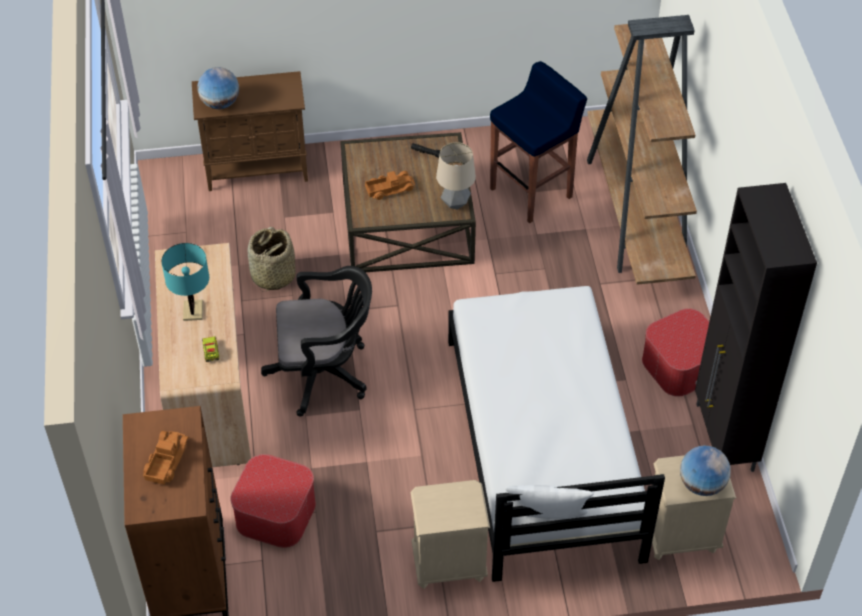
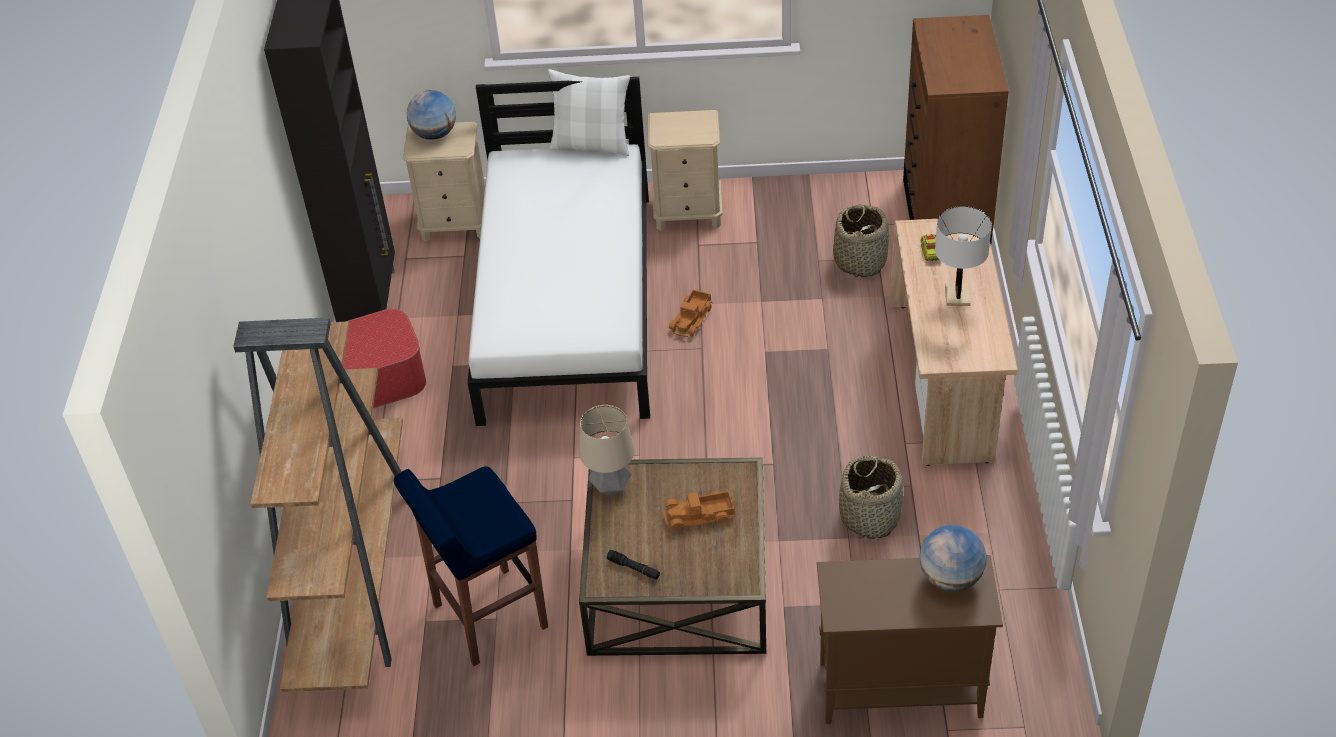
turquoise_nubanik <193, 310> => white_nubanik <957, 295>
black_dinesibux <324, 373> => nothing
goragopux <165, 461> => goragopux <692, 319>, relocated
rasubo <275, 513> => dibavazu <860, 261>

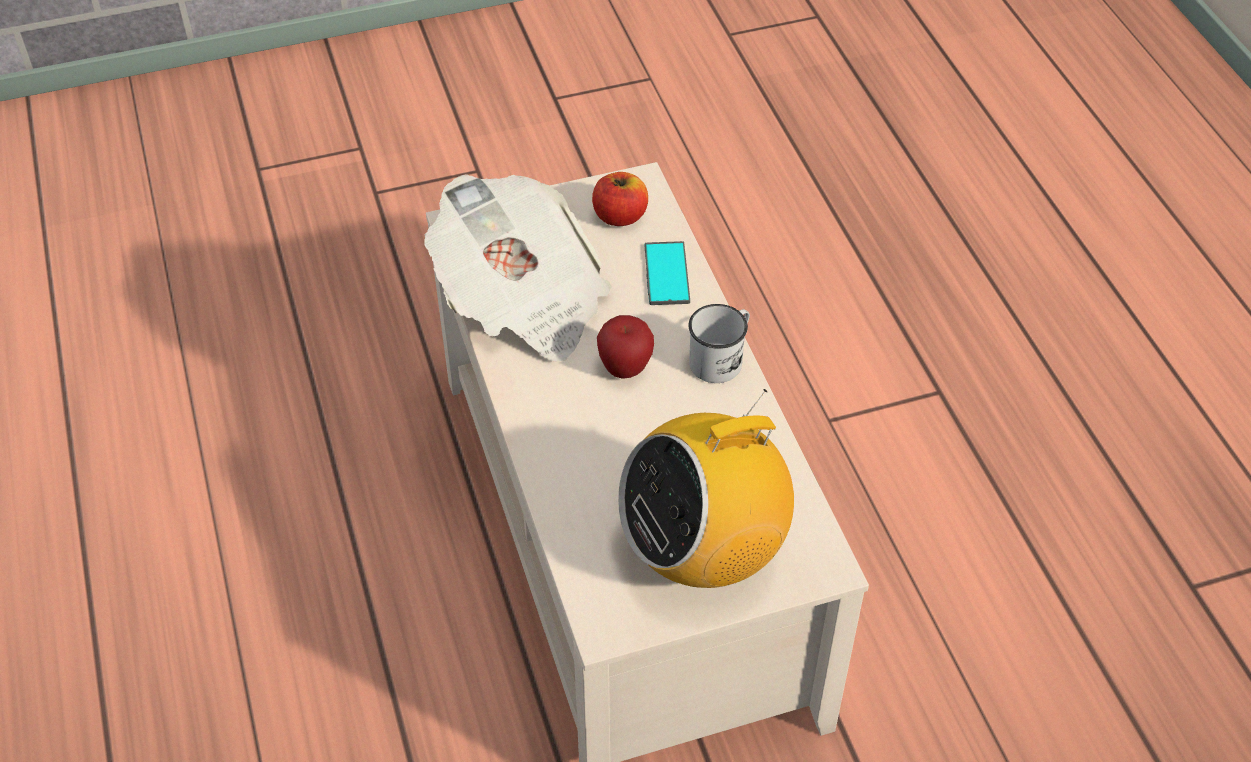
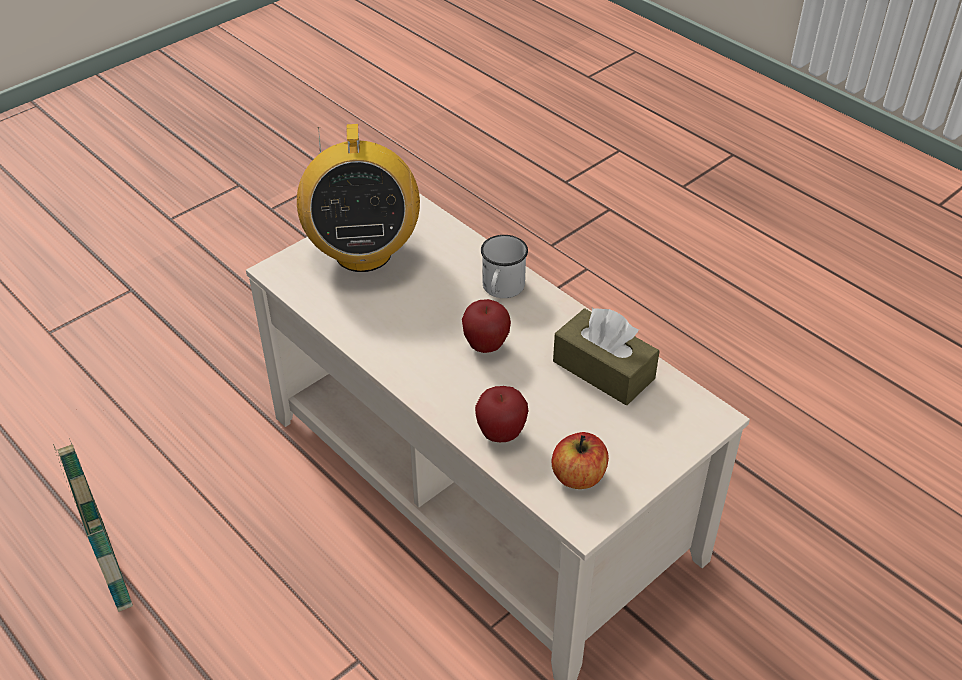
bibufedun <522, 300> => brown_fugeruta <603, 370>
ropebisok <666, 274> => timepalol <501, 434>
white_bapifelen <721, 358> => white_bapifelen <501, 289>, relocated
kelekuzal <704, 552> => kelekuzal <363, 253>, 135 degrees clockwise
nothing => dibavazu <111, 567>

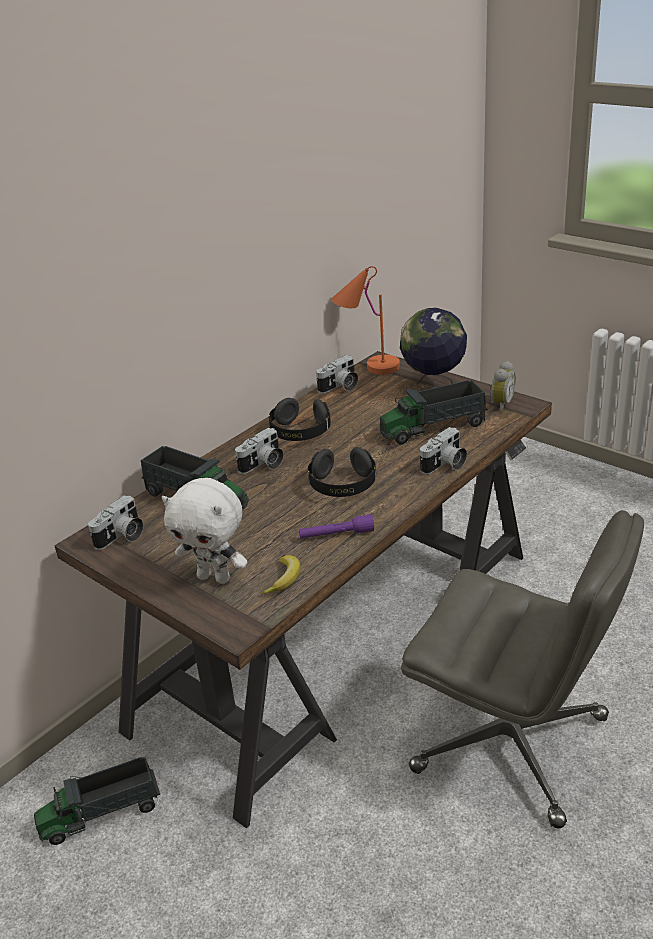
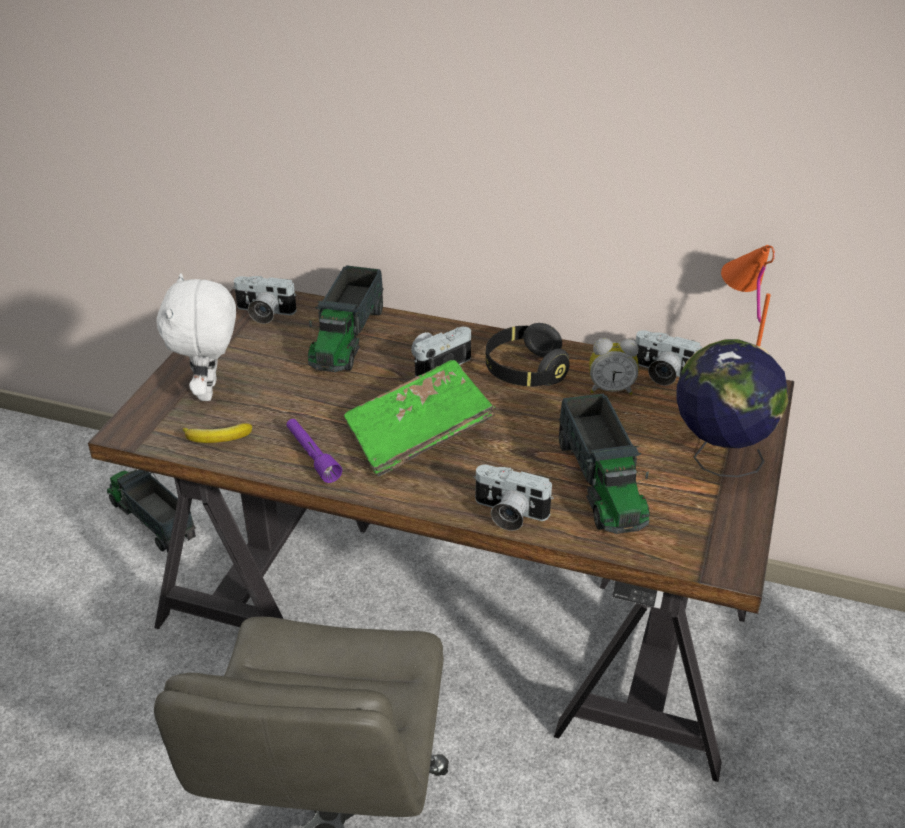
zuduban <500, 404> => zuduban <611, 389>, relocated
goragopux <433, 428> => goragopux <601, 482>, 150 degrees counterclockwise
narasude <263, 464> => narasude <438, 363>, 120 degrees clockwise
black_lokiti <343, 486> => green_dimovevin <418, 435>

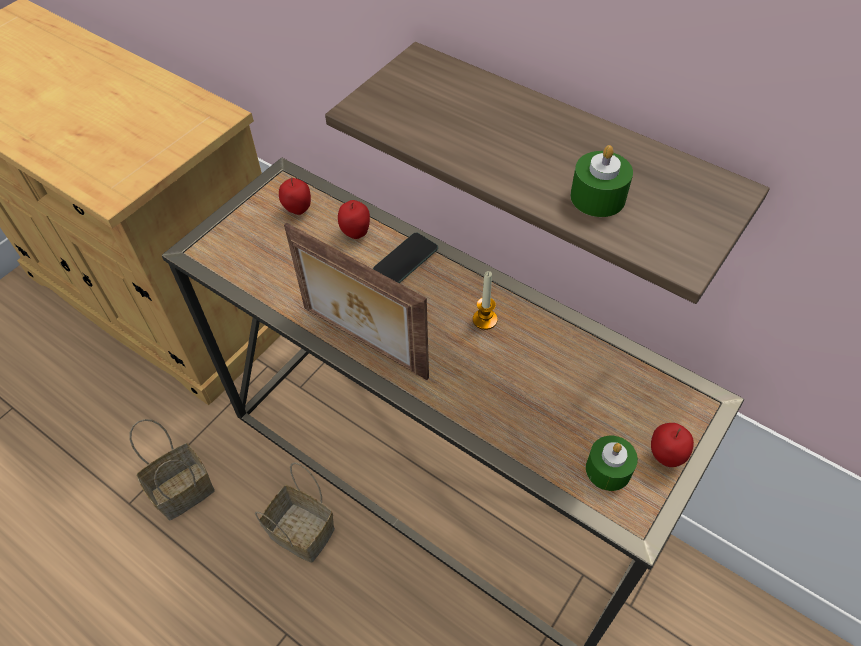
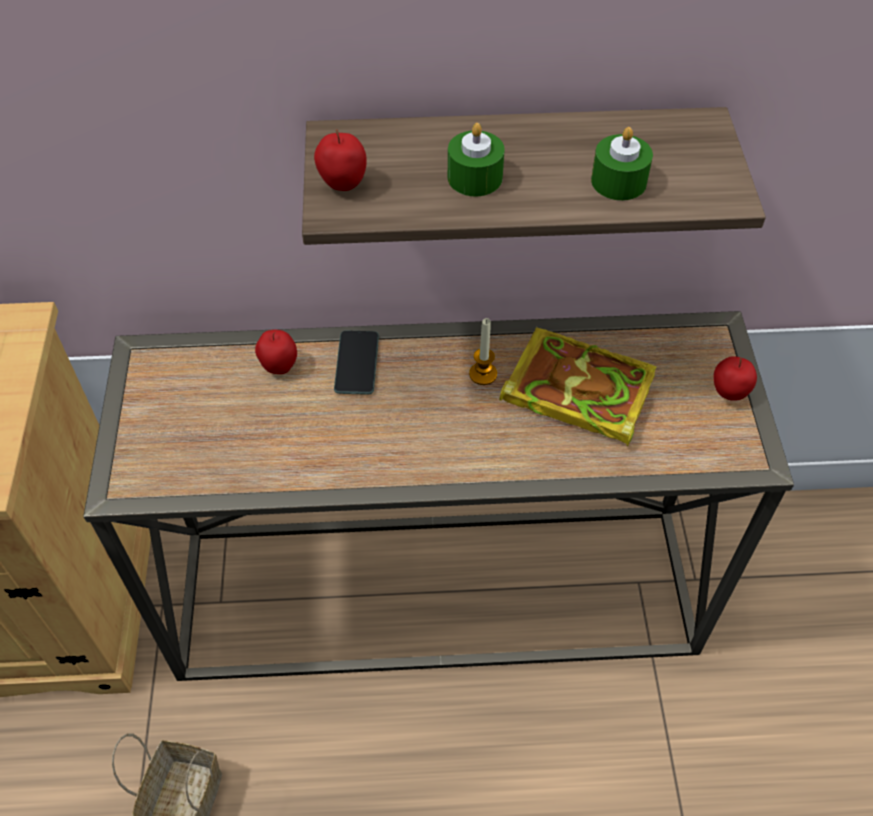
timepalol <298, 210> => timepalol <343, 185>, relocated
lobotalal <362, 344> => nothing
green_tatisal <608, 469> => green_tatisal <475, 177>, relocated
dibavazu <299, 532> => nothing
nothing => dimovevin <574, 390>

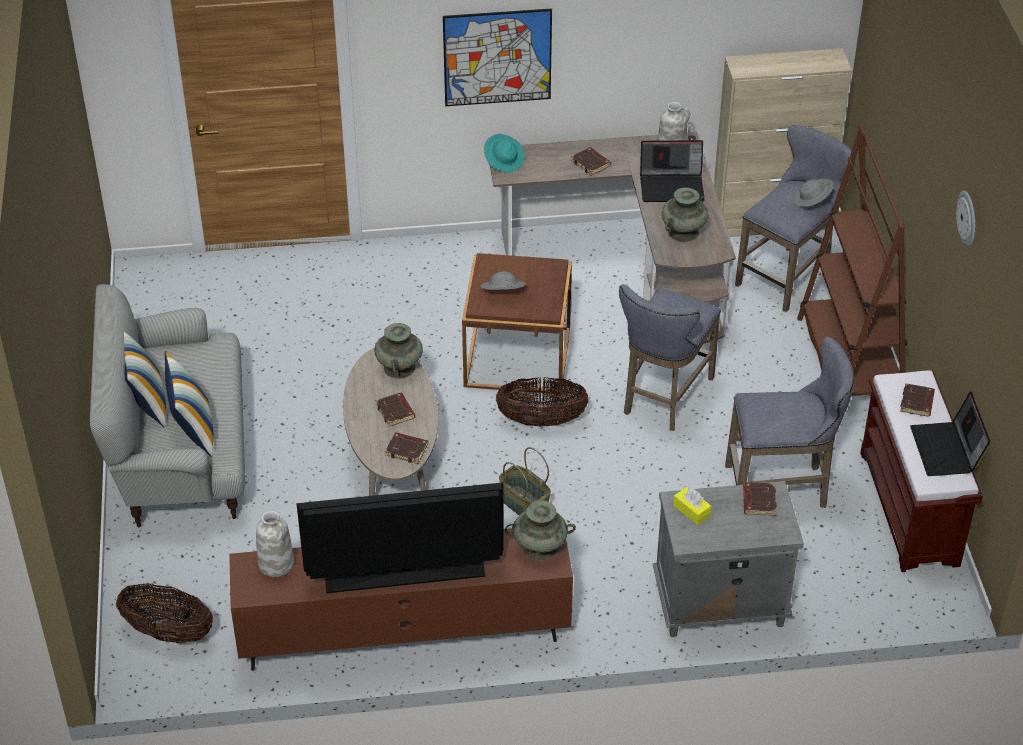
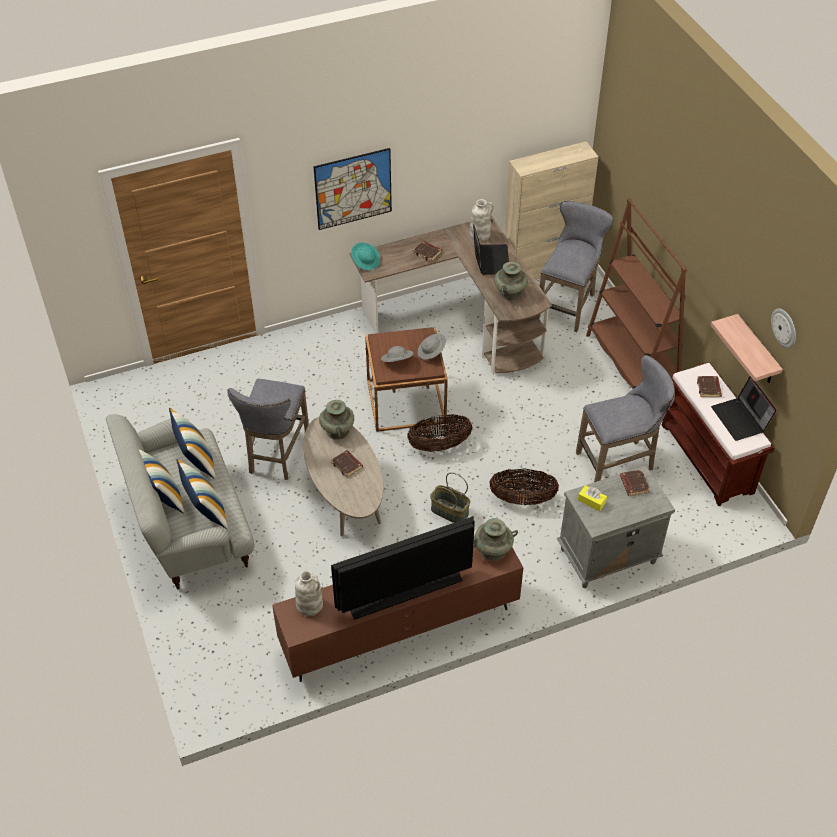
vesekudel <672, 186> => vesekudel <490, 259>, 75 degrees counterclockwise
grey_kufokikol <812, 201> => grey_kufokikol <431, 352>, relocated
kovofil <968, 218> => kovofil <784, 327>, relocated
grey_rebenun <663, 398> => grey_rebenun <276, 455>, relocated
brown_dimovevin <407, 450> => nothing
dibavazu <168, 632> => dibavazu <522, 499>, relocated
nothing => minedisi <756, 351>
nothing => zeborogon <196, 460>

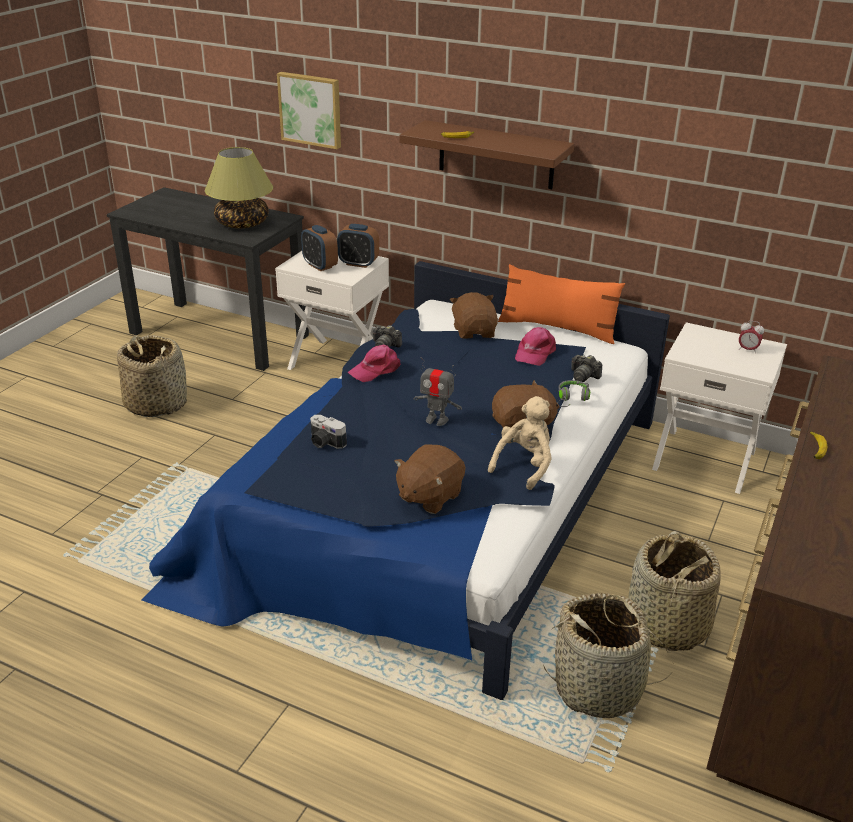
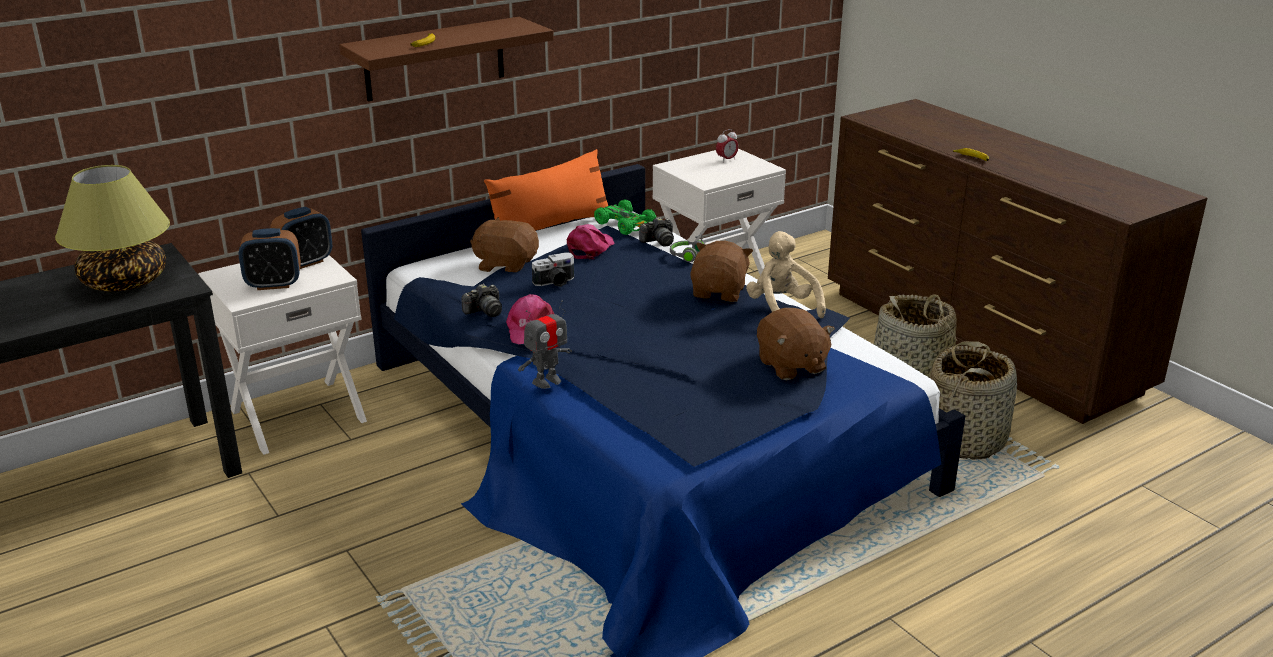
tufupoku <311, 109> => nothing
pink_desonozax <534, 353> => pink_desonozax <590, 248>, 120 degrees counterclockwise
dibavazu <156, 403> => nothing
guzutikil <436, 420> => guzutikil <547, 381>, relocated
narasude <325, 442> => narasude <555, 282>, relocated
nothing => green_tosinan <626, 225>

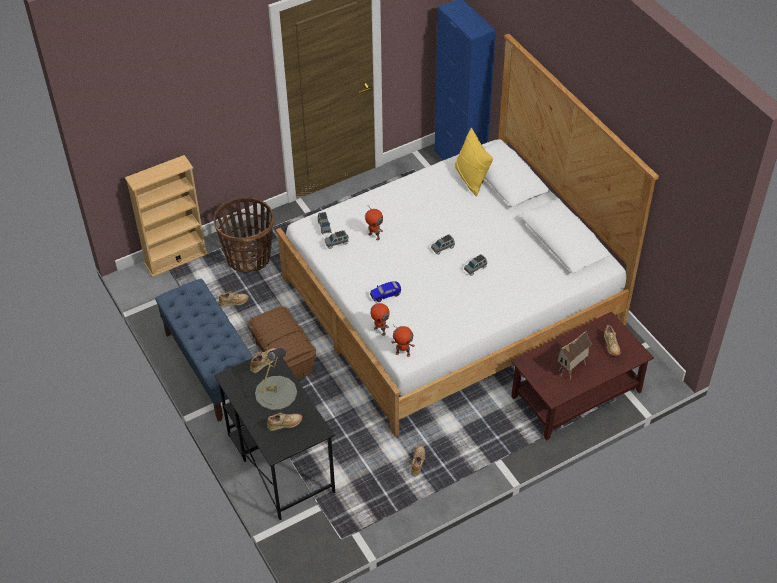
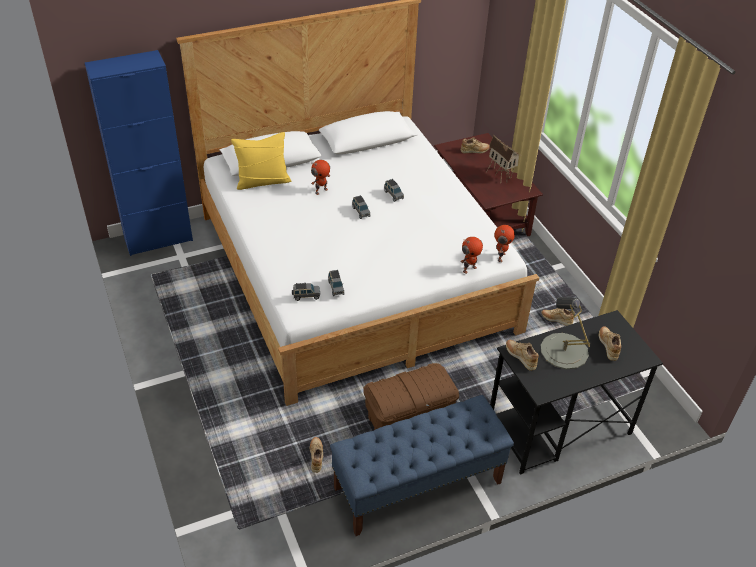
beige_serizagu <176, 259> => nothing
dibavazu <248, 257> => nothing
guzutikil <374, 236> => guzutikil <321, 191>, relocated
tosinan <385, 295> => nothing

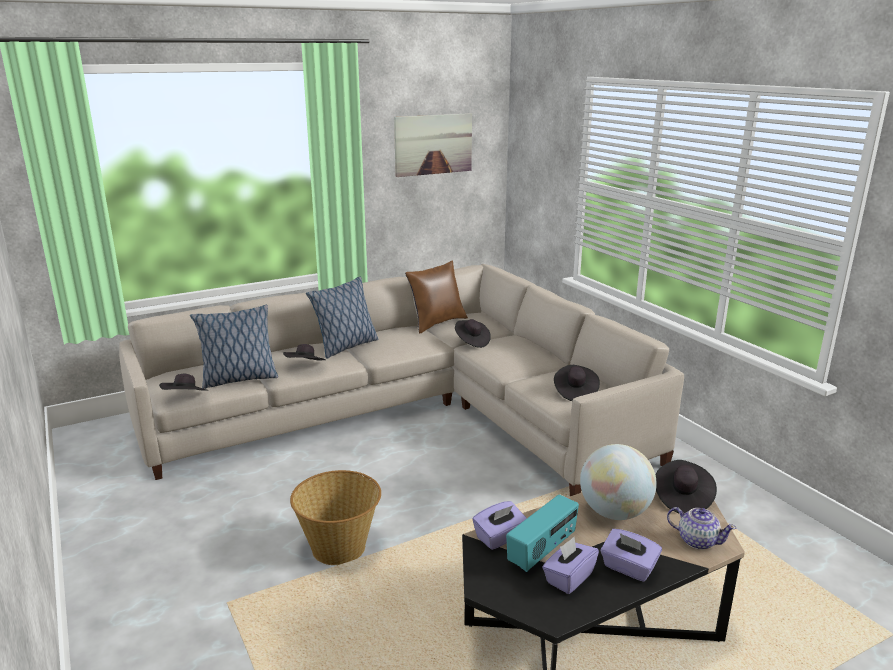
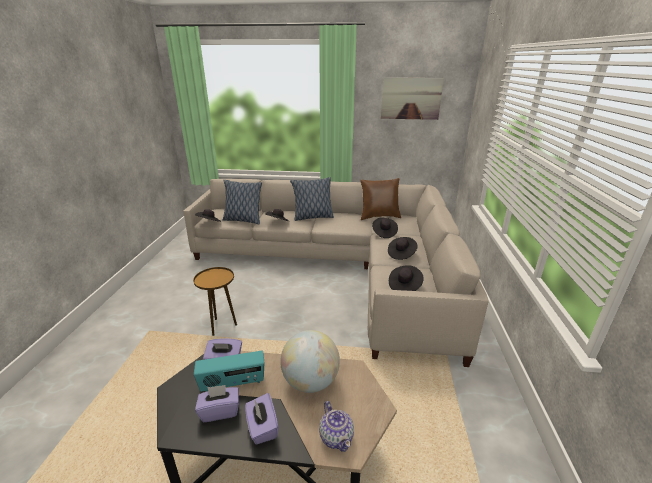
black_kufokikol <682, 498> => black_kufokikol <401, 254>, relocated
dibavazu <339, 547> => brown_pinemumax <221, 326>

